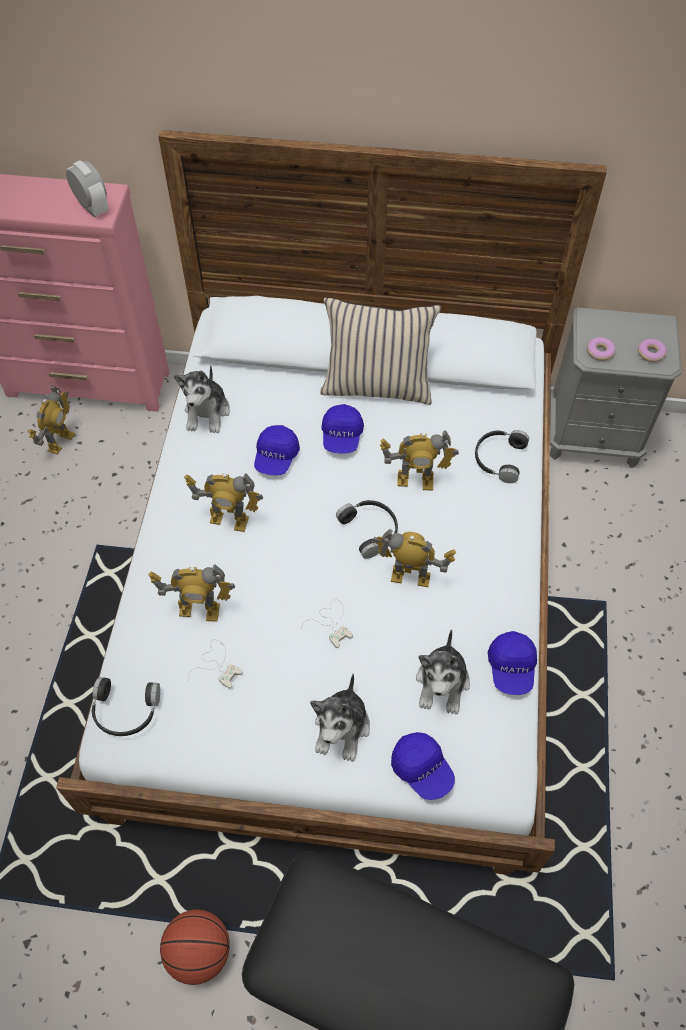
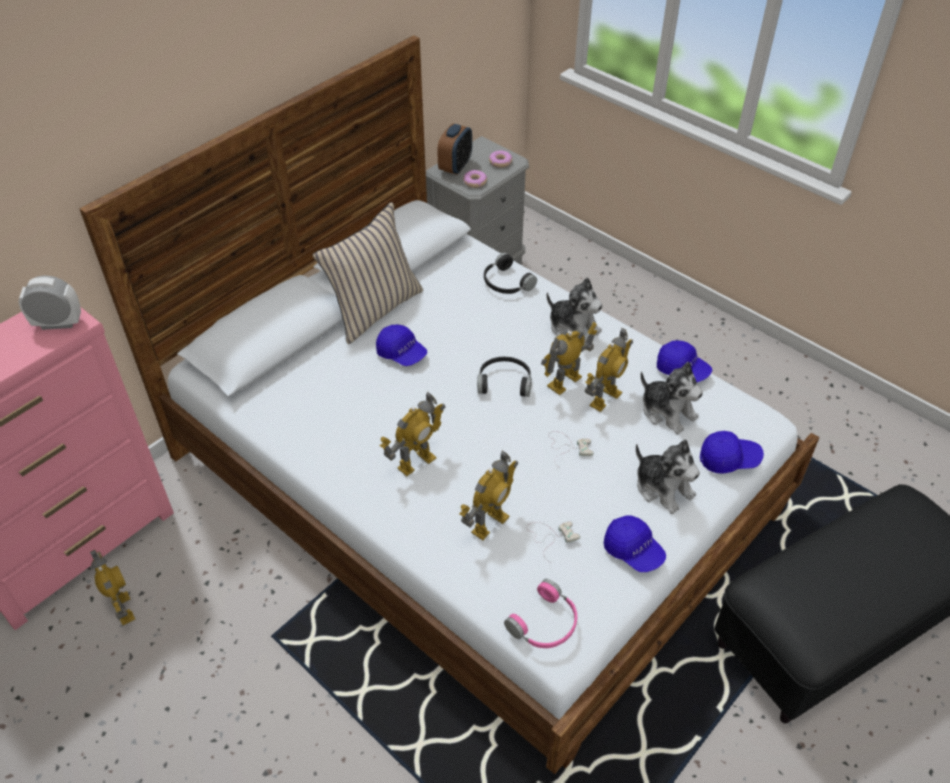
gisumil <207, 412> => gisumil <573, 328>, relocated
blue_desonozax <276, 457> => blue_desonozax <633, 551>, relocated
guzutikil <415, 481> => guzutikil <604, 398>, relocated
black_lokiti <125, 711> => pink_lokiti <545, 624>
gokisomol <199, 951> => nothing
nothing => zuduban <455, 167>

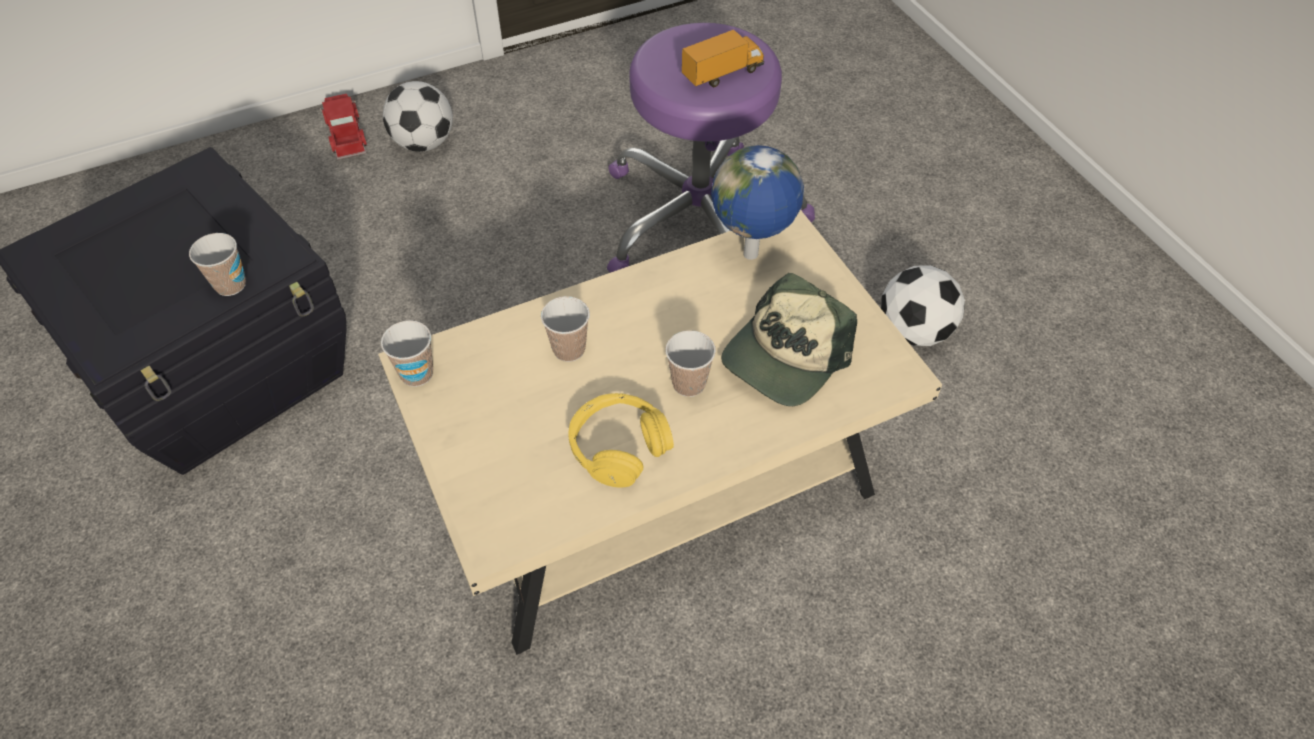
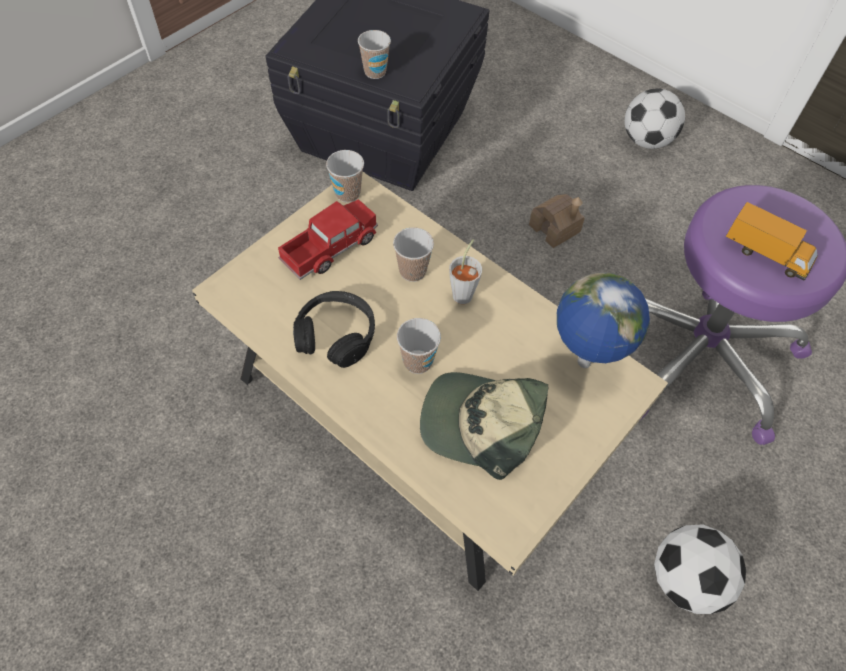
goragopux <346, 136> => goragopux <330, 248>, relocated
yellow_lokiti <618, 446> => black_lokiti <336, 335>
nothing => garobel <554, 228>
nothing => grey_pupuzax <464, 292>

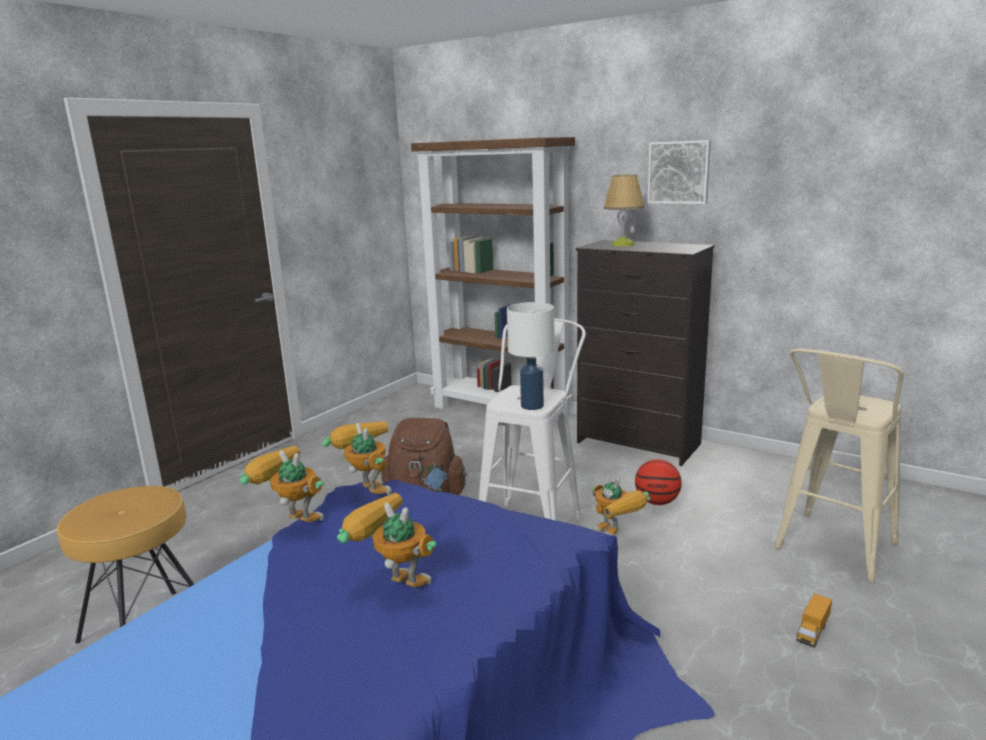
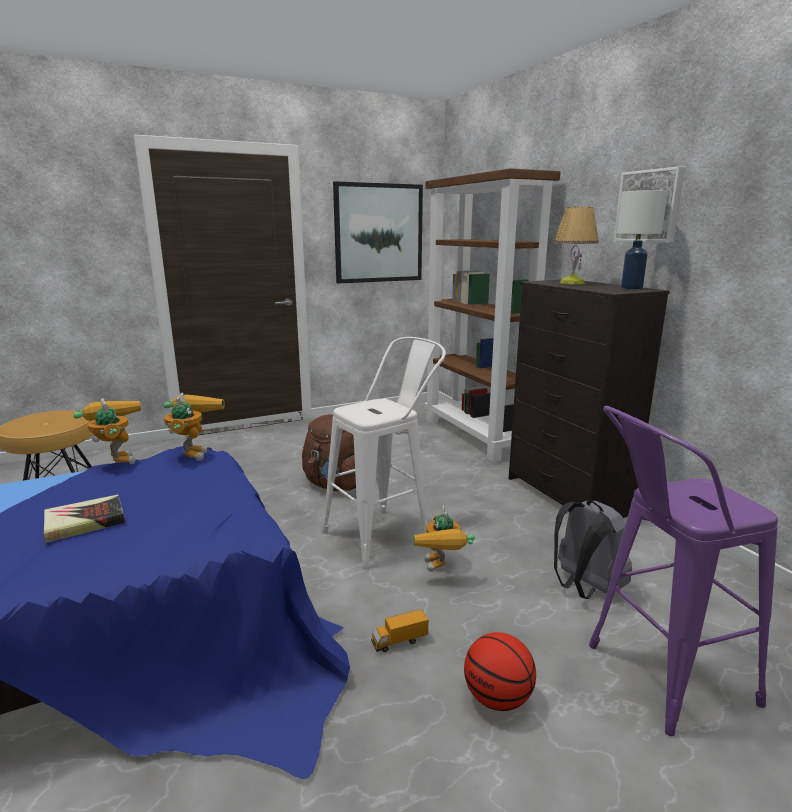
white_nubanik <533, 406> => white_nubanik <632, 288>, relocated
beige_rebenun <830, 551> => purple_rebenun <656, 677>
gokisomol <657, 502> => gokisomol <497, 698>, relocated
guzutikil <392, 584> => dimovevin <85, 522>
goragopux <812, 632> => goragopux <399, 642>, relocated
nothing => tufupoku <378, 233>
nothing => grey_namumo <584, 587>

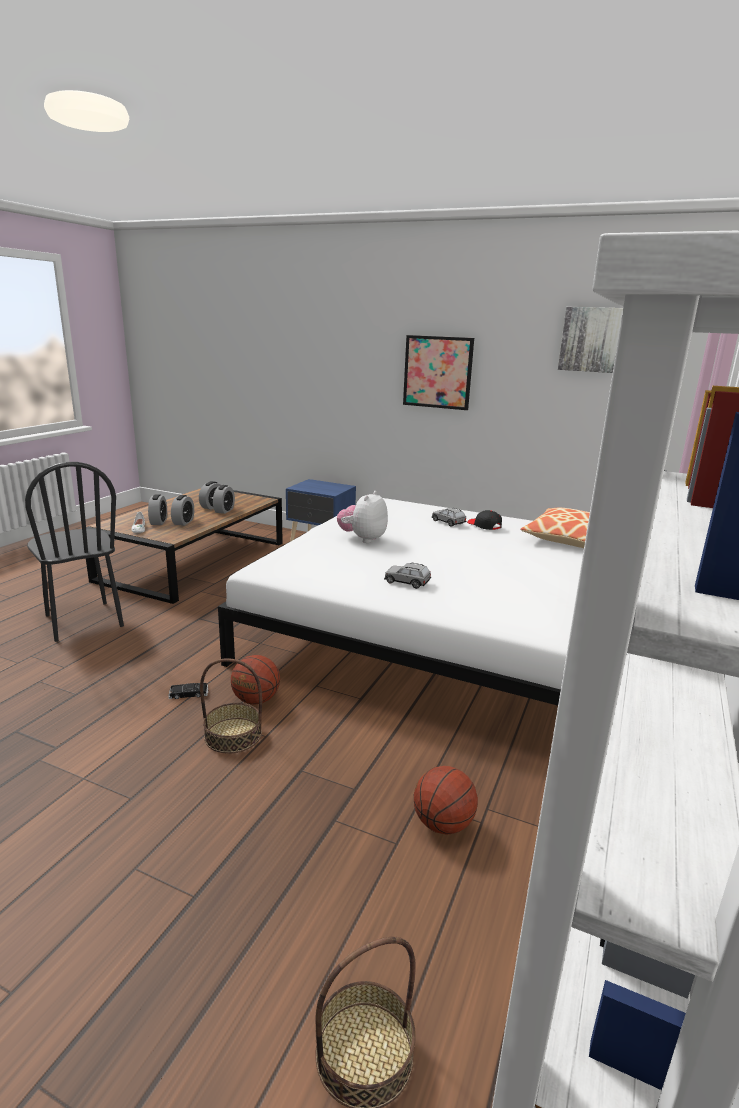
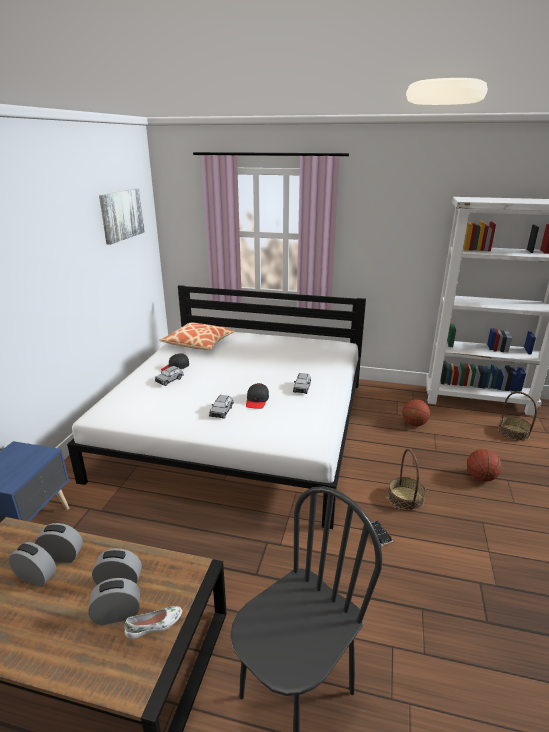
tufupoku <438, 372> => nothing
gisumil <363, 539> => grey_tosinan <221, 411>
gokisomol <256, 700> => gokisomol <481, 478>, relocated
nothing => black_desonozax <257, 400>

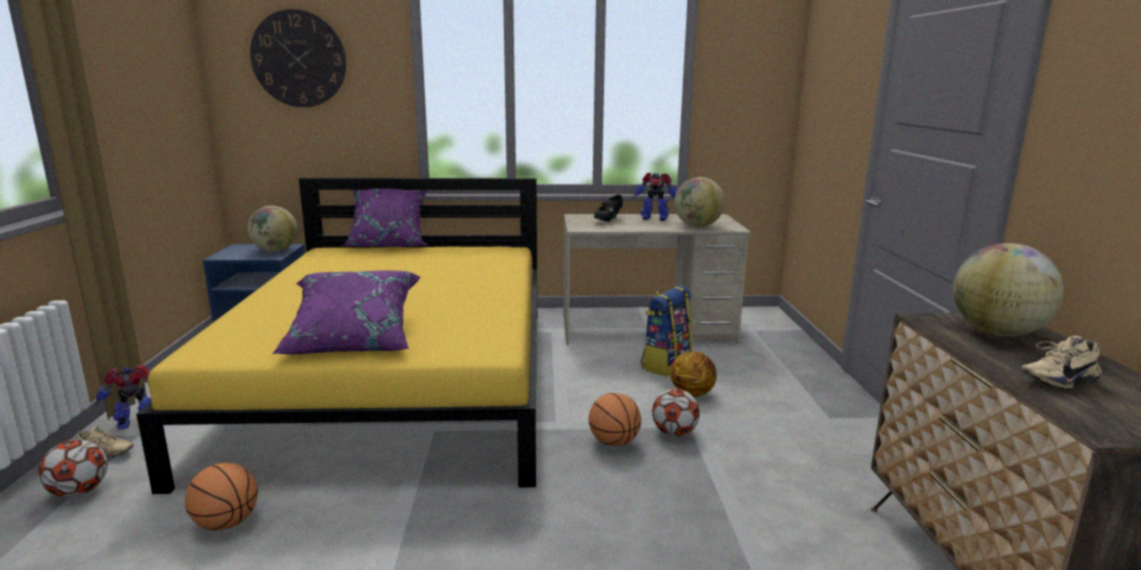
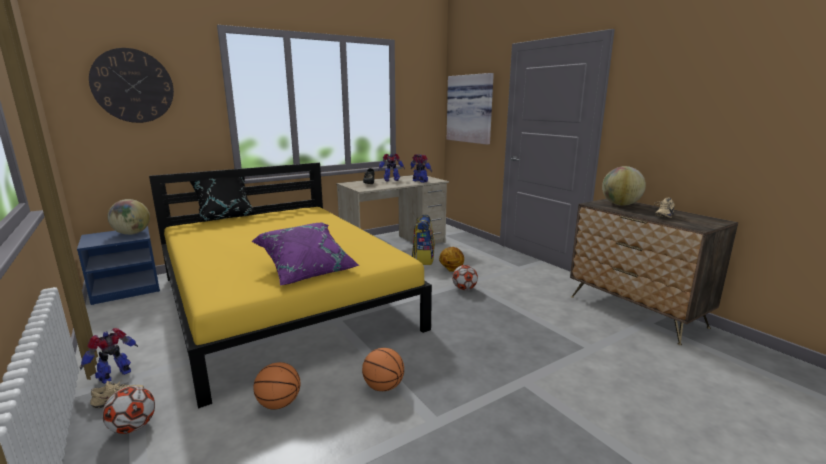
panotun <697, 226> => guzutikil <420, 181>
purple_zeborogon <389, 245> => black_zeborogon <225, 217>
gokisomol <614, 442> => gokisomol <383, 387>, relocated
nothing => tufupoku <471, 109>

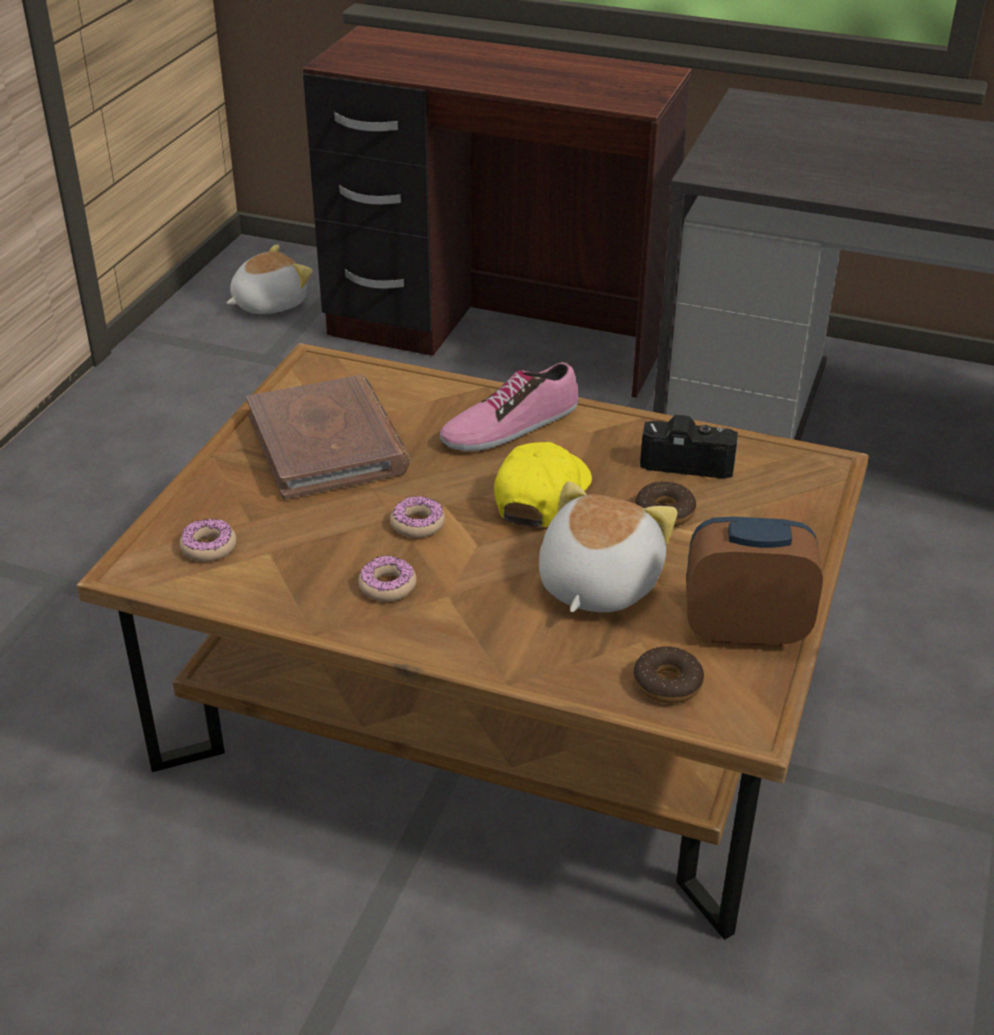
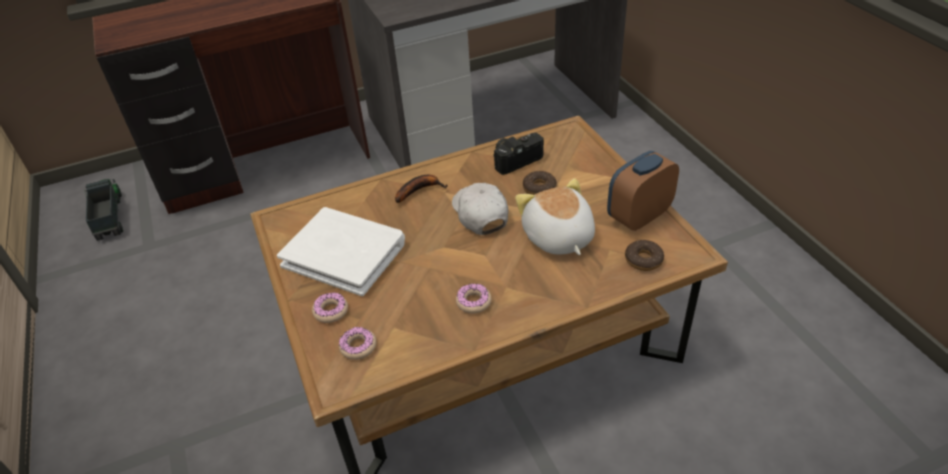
gisumil <268, 303> => goragopux <109, 216>
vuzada <510, 425> => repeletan <419, 190>
brown_dimovevin <328, 444> => white_dimovevin <344, 254>
yellow_desonozax <542, 496> => white_desonozax <480, 214>
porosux <417, 524> => porosux <331, 311>, relocated

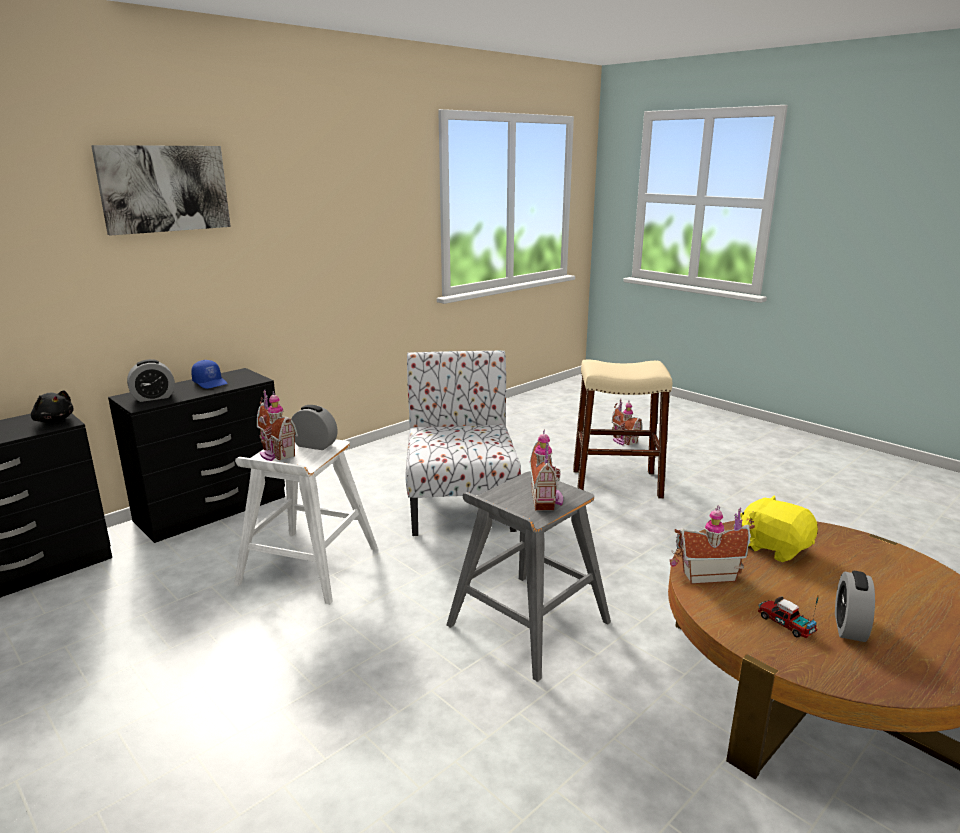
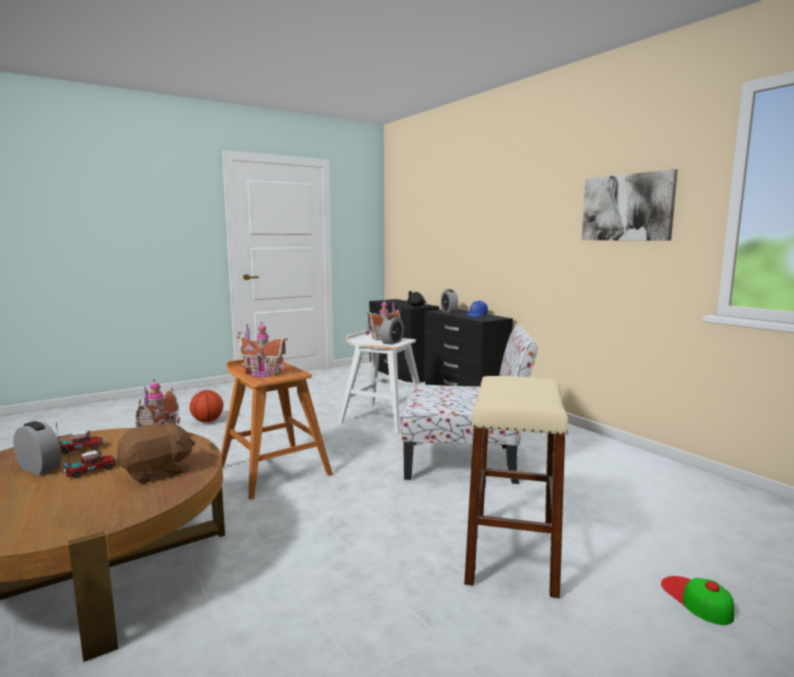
tufupoku <164, 188> => tufupoku <627, 207>, relocated
garobel <623, 441> => desonozax <696, 599>
grey_rebenun <527, 624> => brown_rebenun <274, 470>
yellow_gisumil <774, 548> => brown_gisumil <156, 472>
nothing => gokisomol <207, 421>
nothing => goragopux <91, 471>

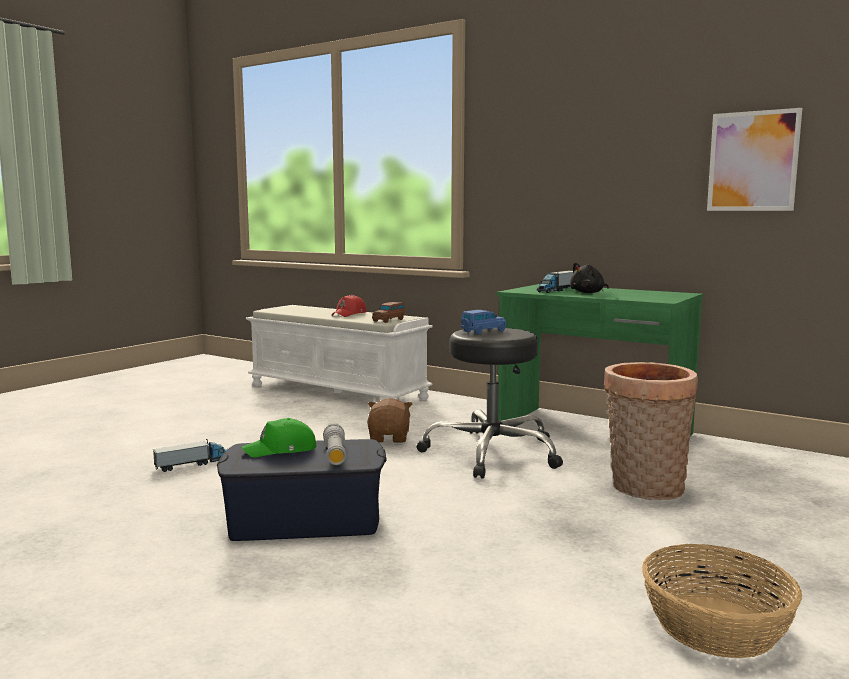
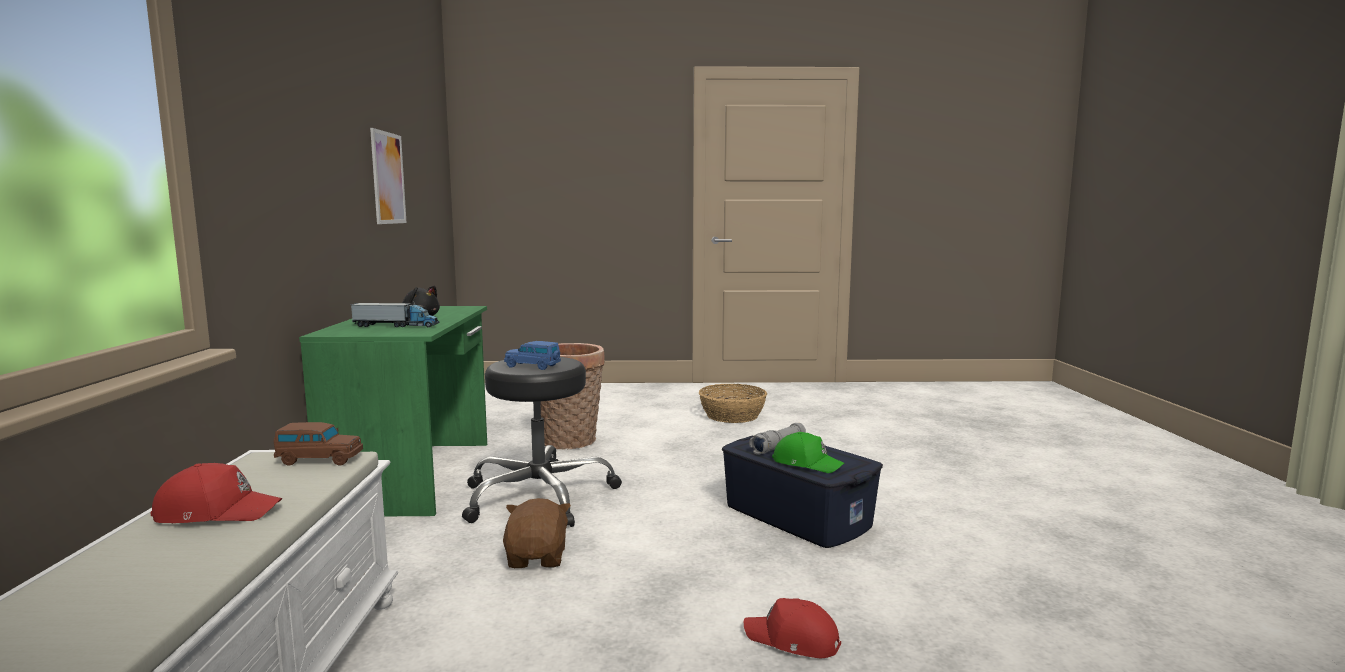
brown_gisumil <389, 438> => brown_gisumil <537, 558>, 120 degrees clockwise
goragopux <194, 464> => red_desonozax <792, 640>

